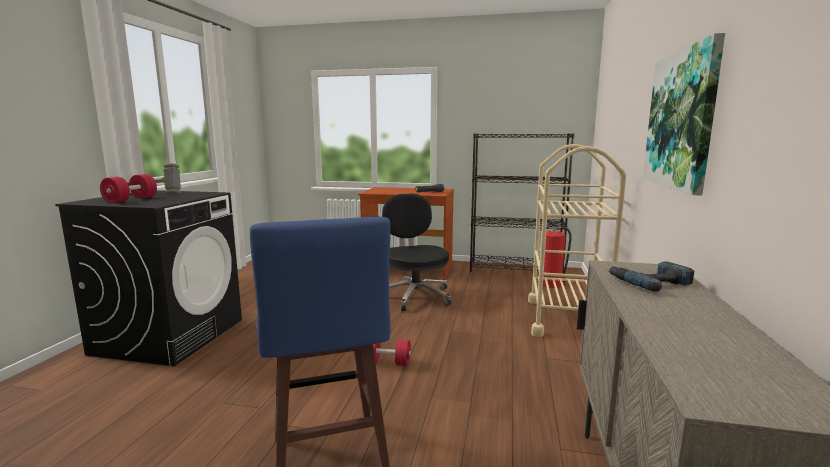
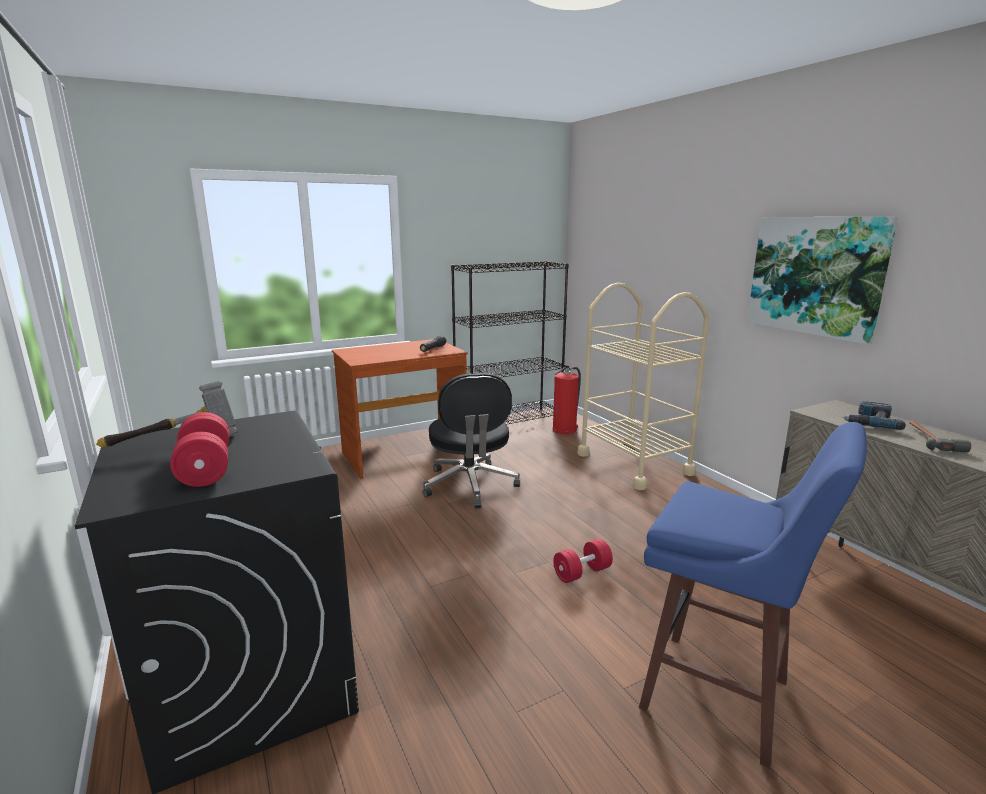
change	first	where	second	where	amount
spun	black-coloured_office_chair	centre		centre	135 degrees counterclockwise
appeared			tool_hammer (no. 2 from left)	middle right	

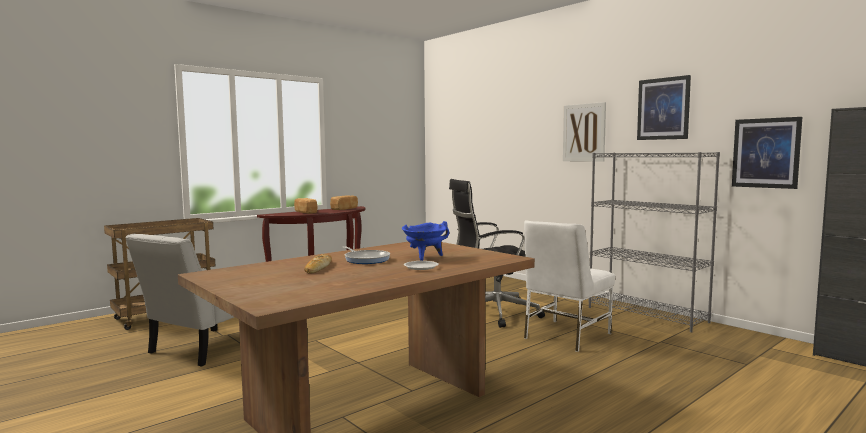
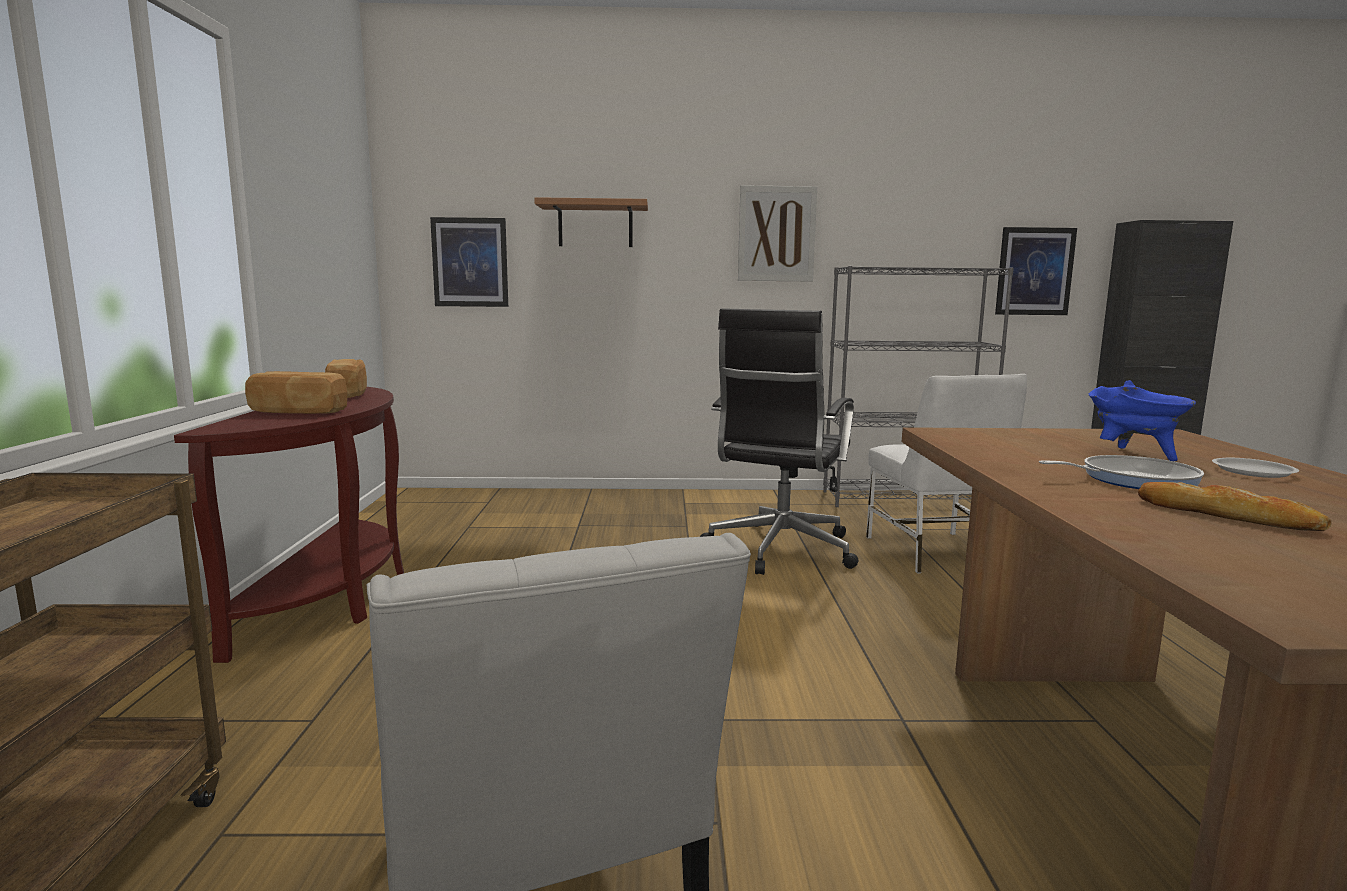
change	first	where	second	where	amount
relocated	wall_art (no. 2 from left in the first image)	top right	wall_art (no. 1 from left)	top centre	
appeared			bracket_shelf	top centre	

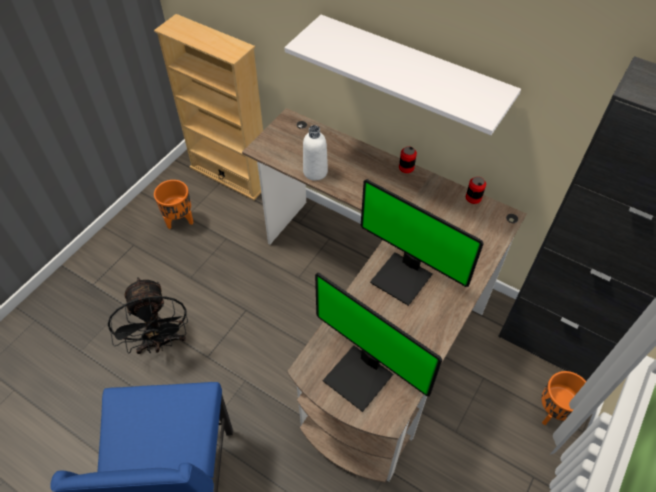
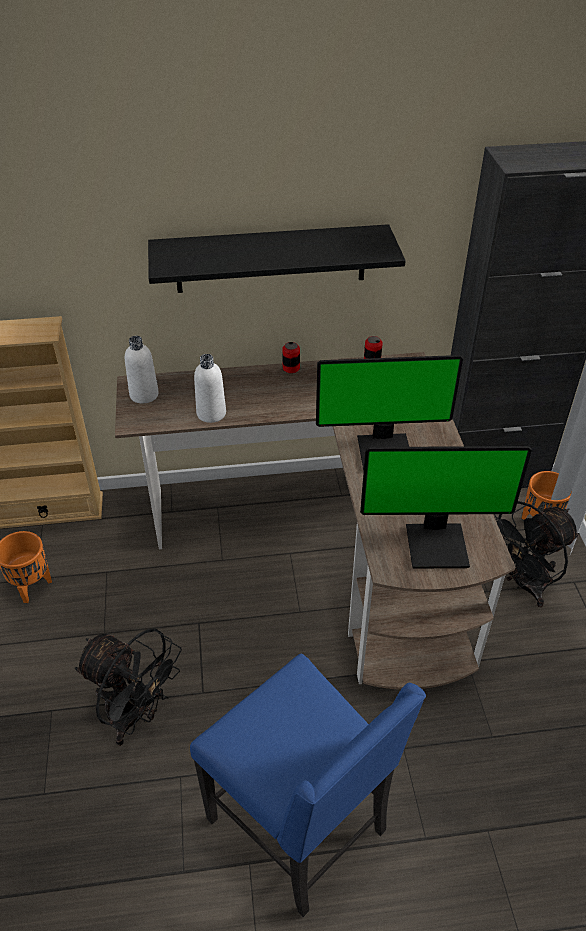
change	first	where	second	where	amount
appeared			white_drink_bottle (no. 1 from left)	middle left	
colour	white_bracket_shelf	top centre	black-coloured_bracket_shelf	top centre	
appeared			black-coloured_fan (no. 2 from left)	middle right	

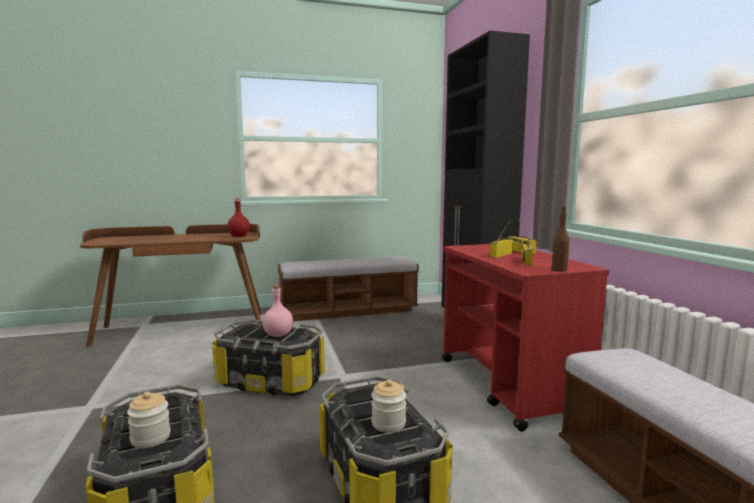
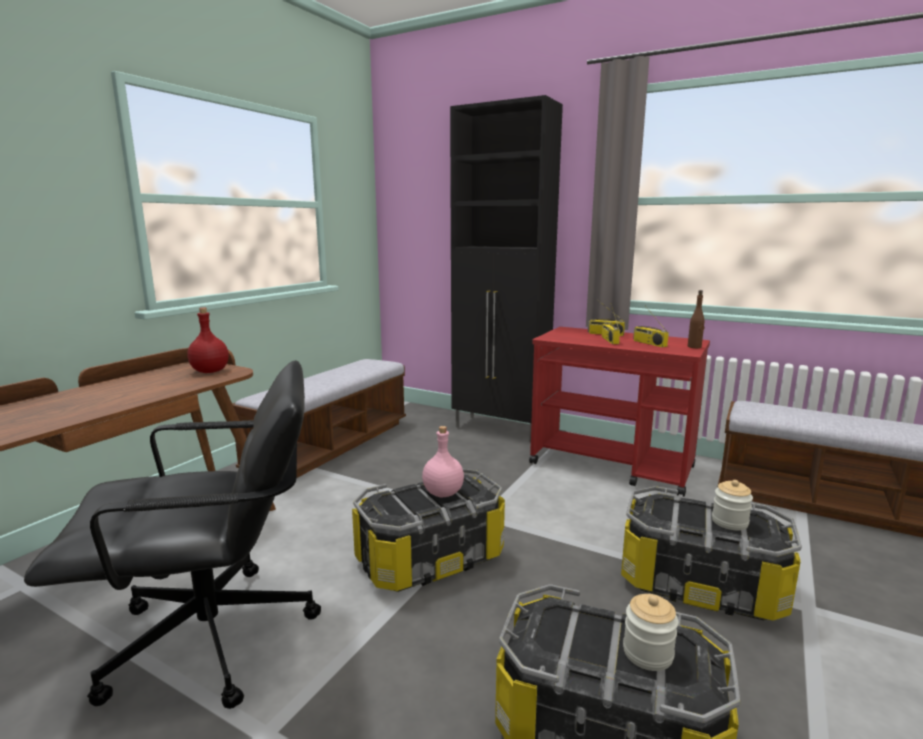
change	first	where	second	where	amount
appeared			black-coloured_office_chair	bottom left	

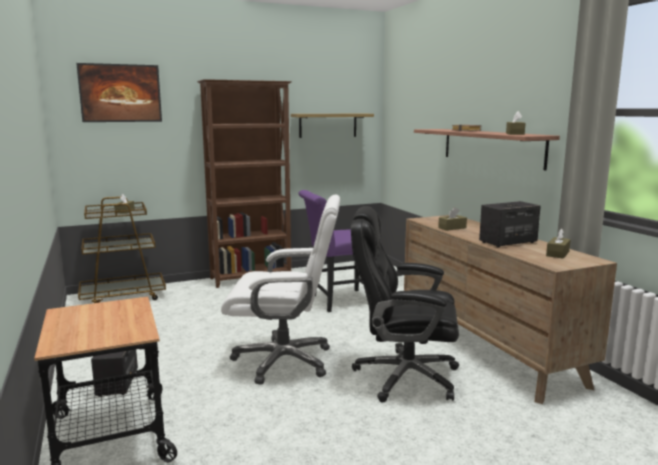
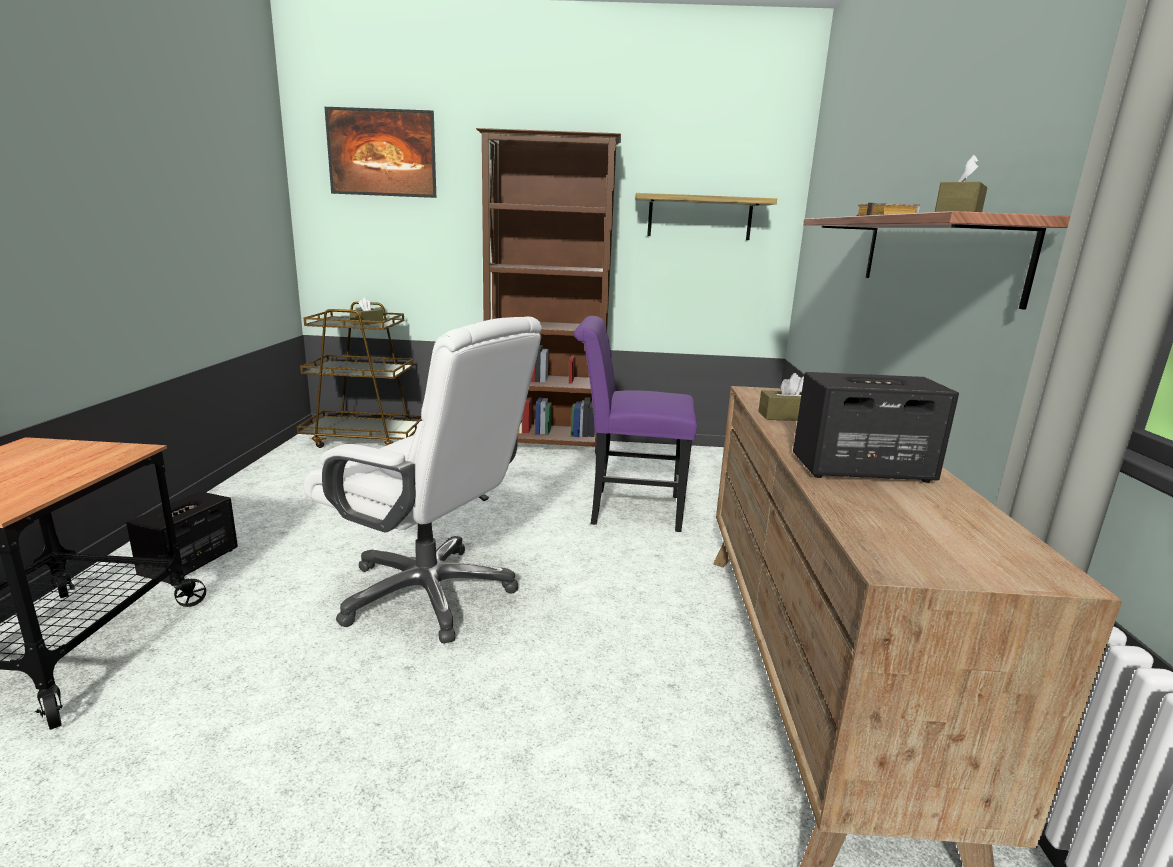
change	first	where	second	where	amount
missing	black-coloured_office_chair	centre			
missing	brownish_tissue_box (no. 4 from left)	middle right			

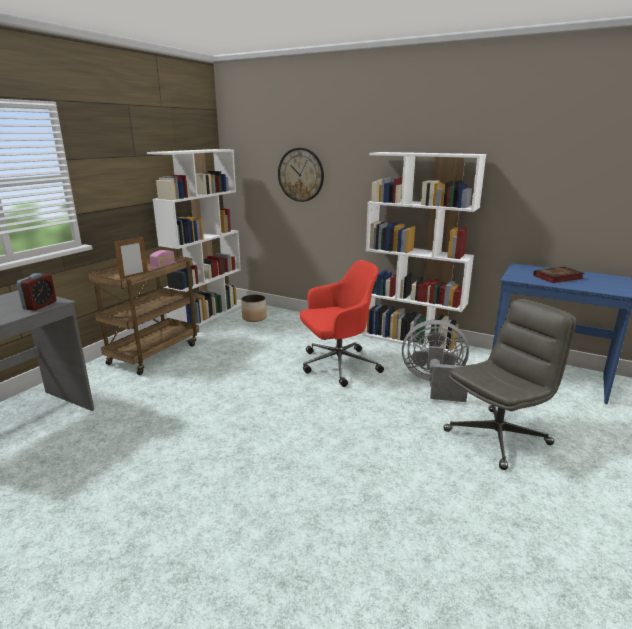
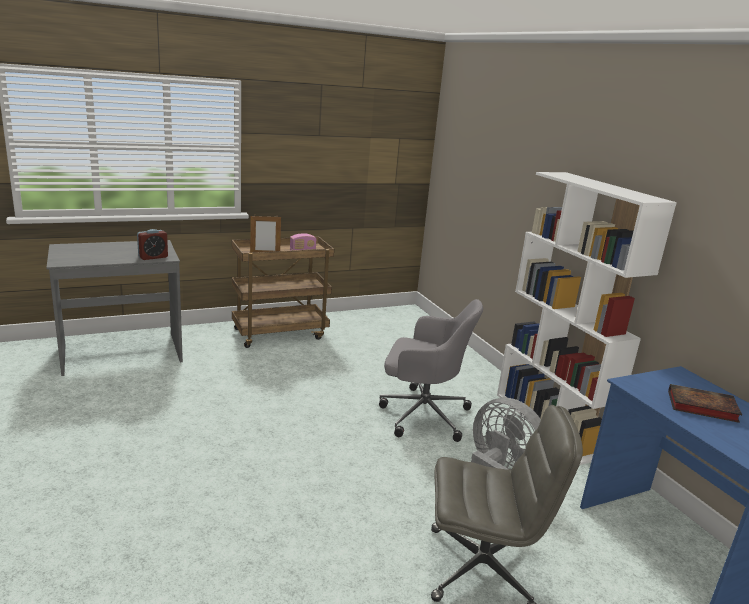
change	first	where	second	where	amount
colour	reddish_office_chair	centre	gray_office_chair (no. 1 from left)	centre	
missing	white_bookshelf (no. 1 from left)	middle left			
missing	plant_pot	centre			
missing	clock_on_the_wall	top centre			

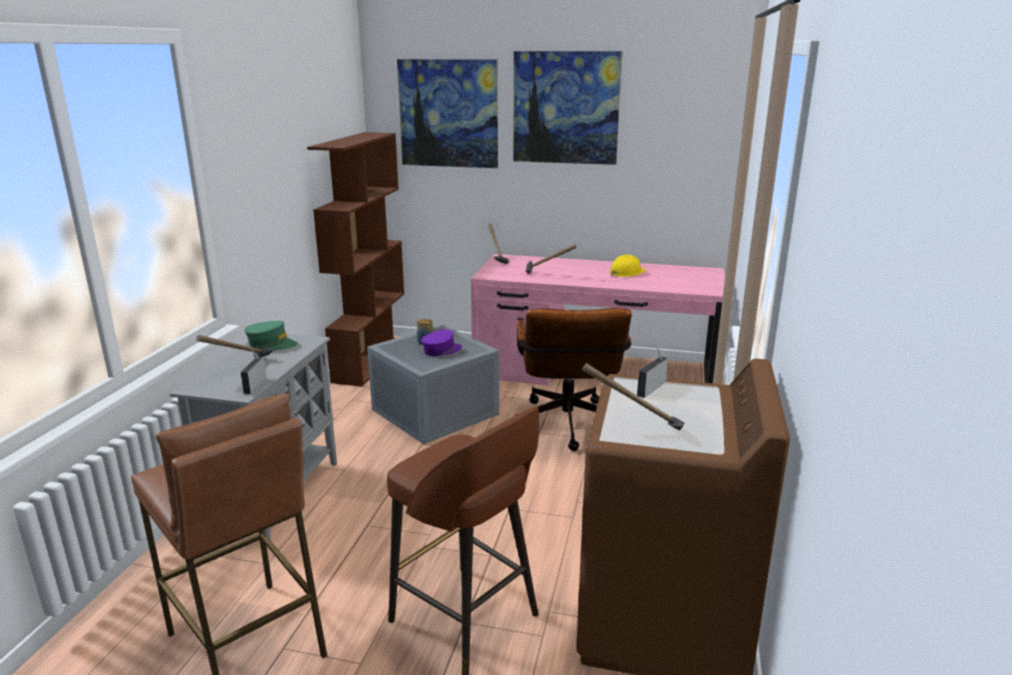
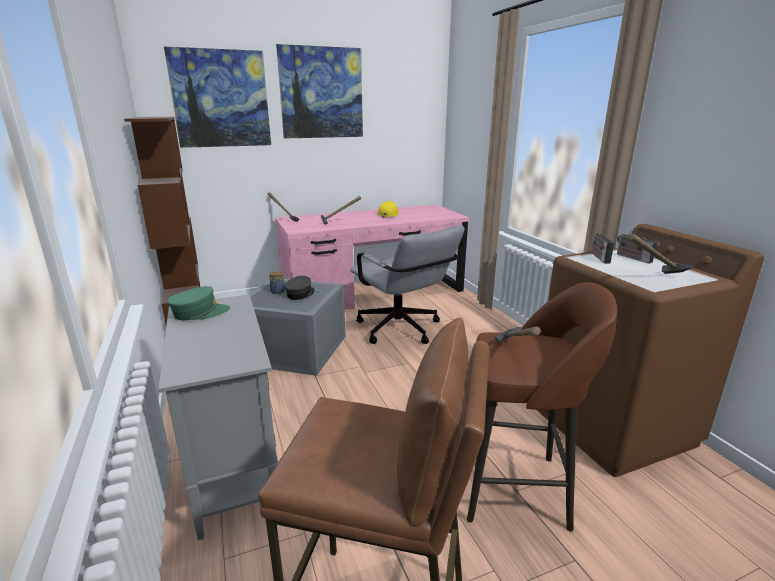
change	first	where	second	where	amount
colour	purple_baseball_cap	centre	gray_baseball_cap	centre	
colour	brownish_office_chair	centre	gray_office_chair	centre	
relocated	tool_hammer (no. 1 from left in the first image)	middle left	tool_hammer (no. 3 from left)	middle right	
relocated	radio (no. 1 from left in the first image)	middle left	radio (no. 2 from left)	middle right	

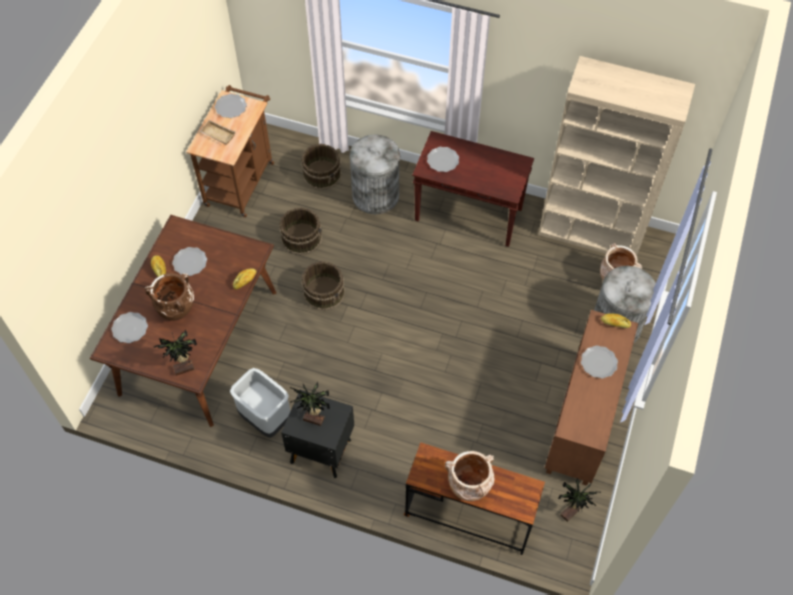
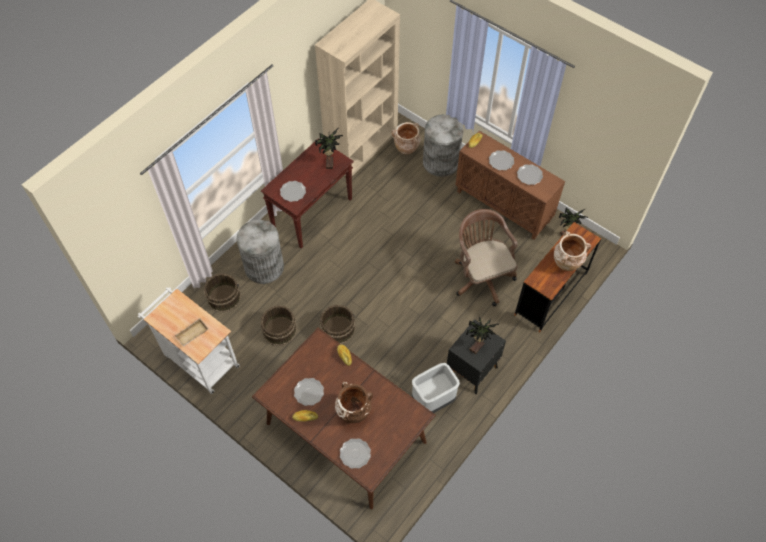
change	first	where	second	where	amount
colour	brownish_cart	top left	white_cart	middle left	
relocated	houseplant (no. 1 from left)	middle left		top centre	
appeared			brownish_office_chair	centre	
relocated	flat_dish (no. 3 from left in the first image)	top left	flat_dish (no. 5 from left)	top right	

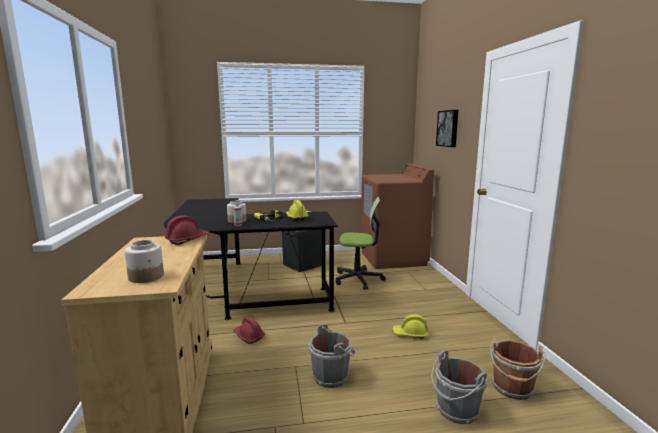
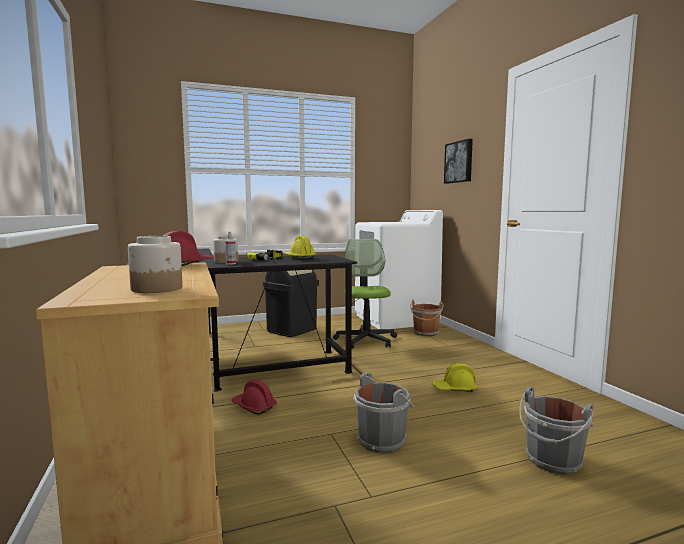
change	first	where	second	where	amount
spun	office_chair	centre		centre	90 degrees counterclockwise
colour	brownish_laundry_machine	centre	white_laundry_machine	centre	
relocated	brownish_bucket	bottom right		centre	

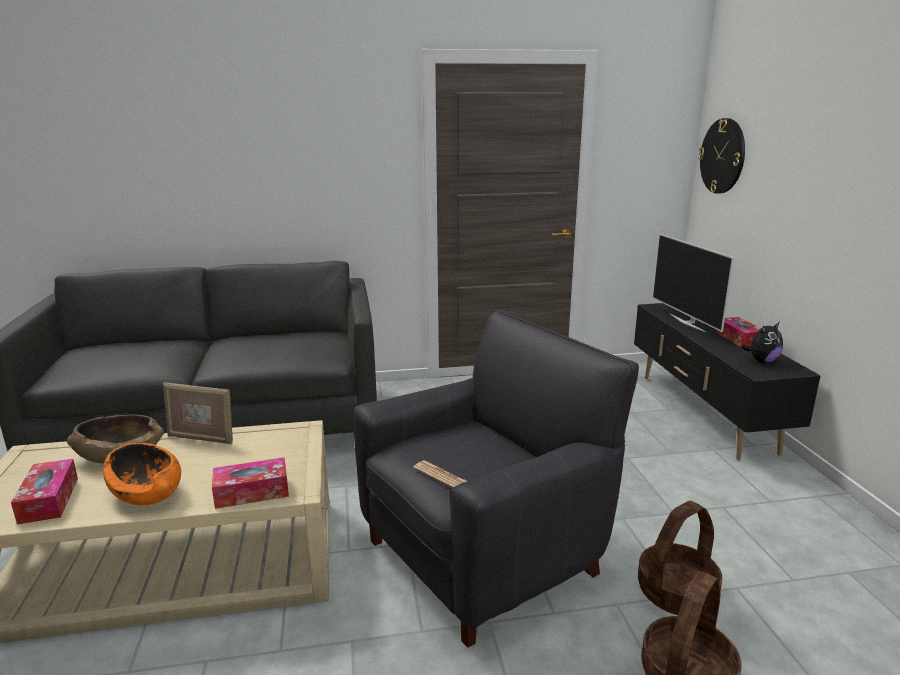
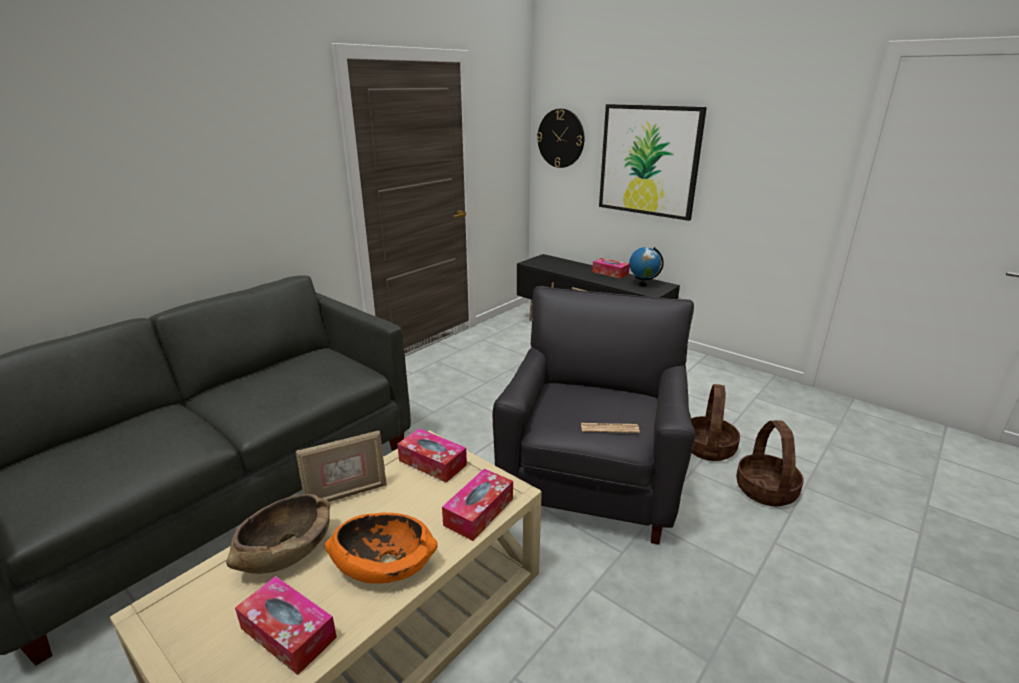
change	first	where	second	where	amount
appeared			tissue_box (no. 2 from left)	centre	
appeared			wall_art	top centre	
exchanged	cuddly_toy	middle right	globe	centre	
missing	TV_set	middle right			

